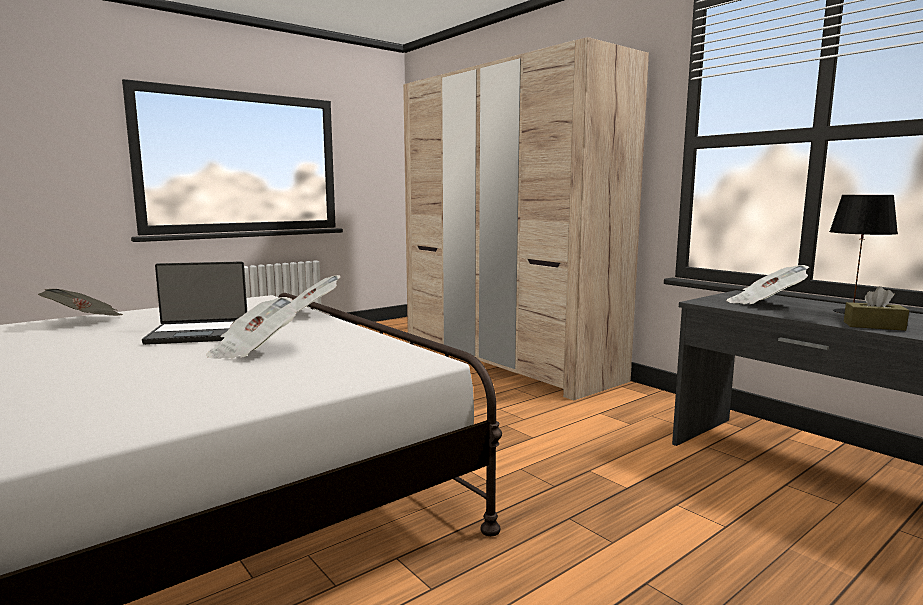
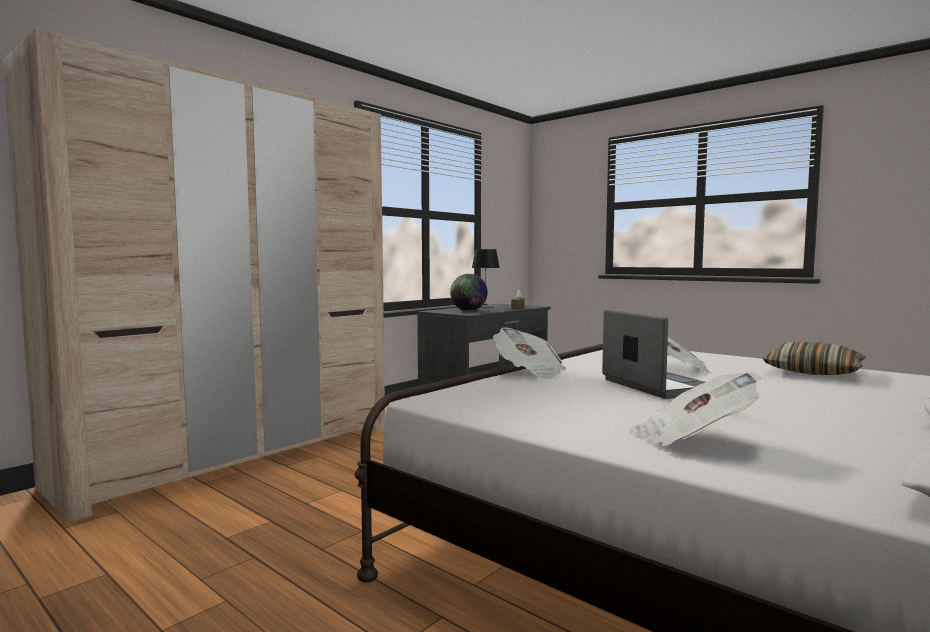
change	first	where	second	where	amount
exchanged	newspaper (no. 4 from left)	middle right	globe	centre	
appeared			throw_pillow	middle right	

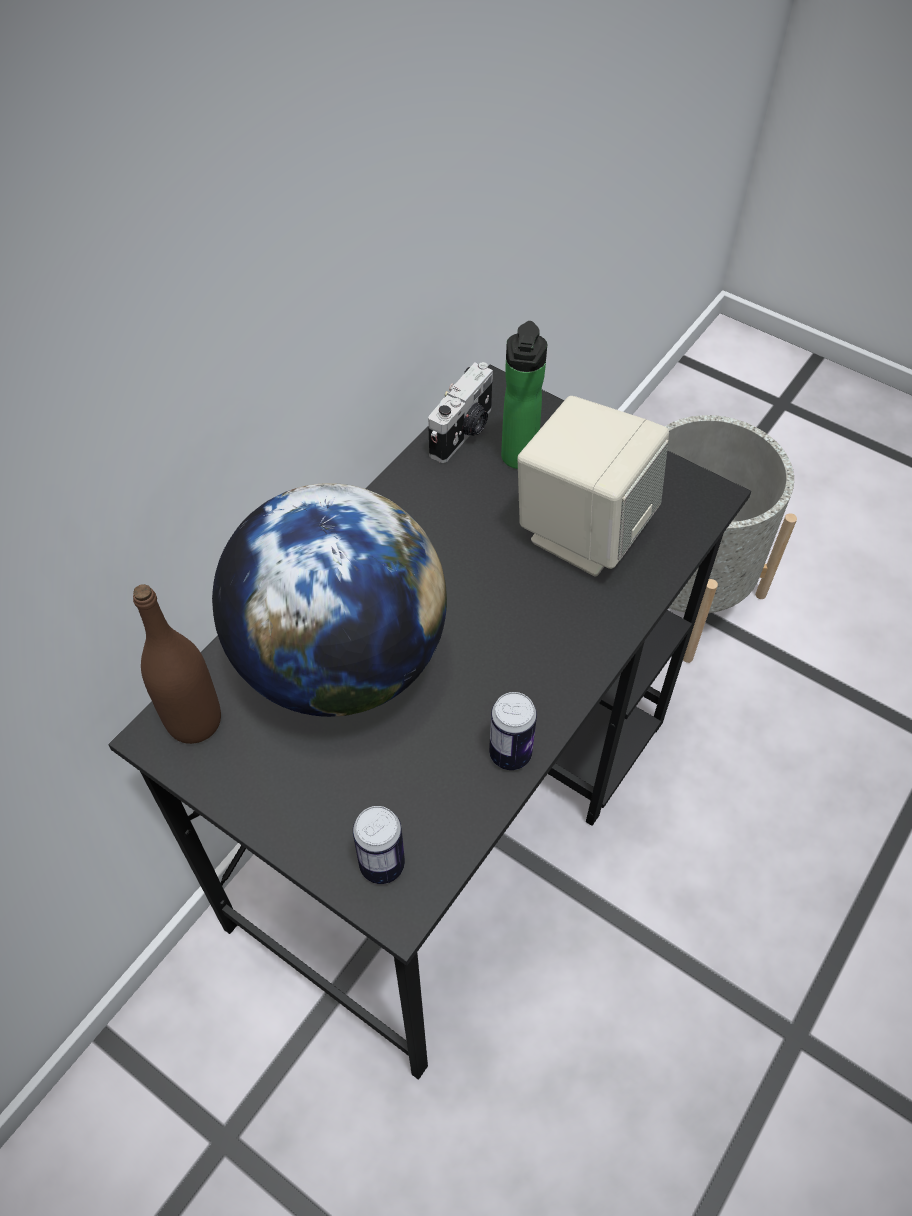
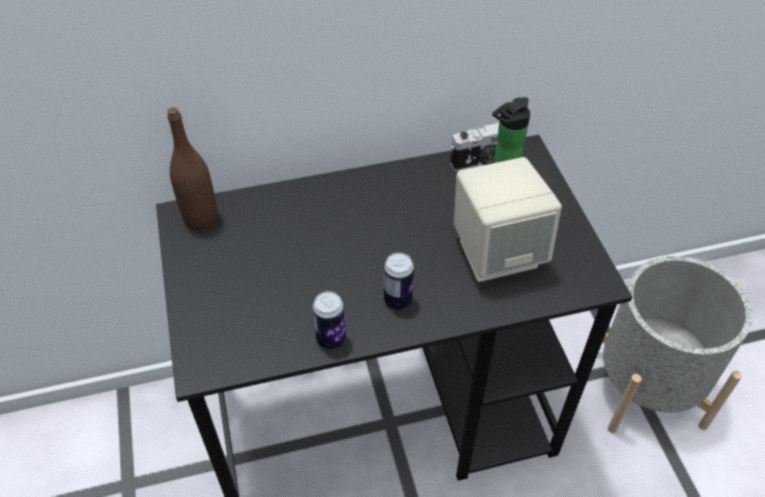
change	first	where	second	where	amount
relocated	can (no. 1 from left in the first image)	bottom centre	can (no. 2 from left)	centre	
missing	globe	centre			

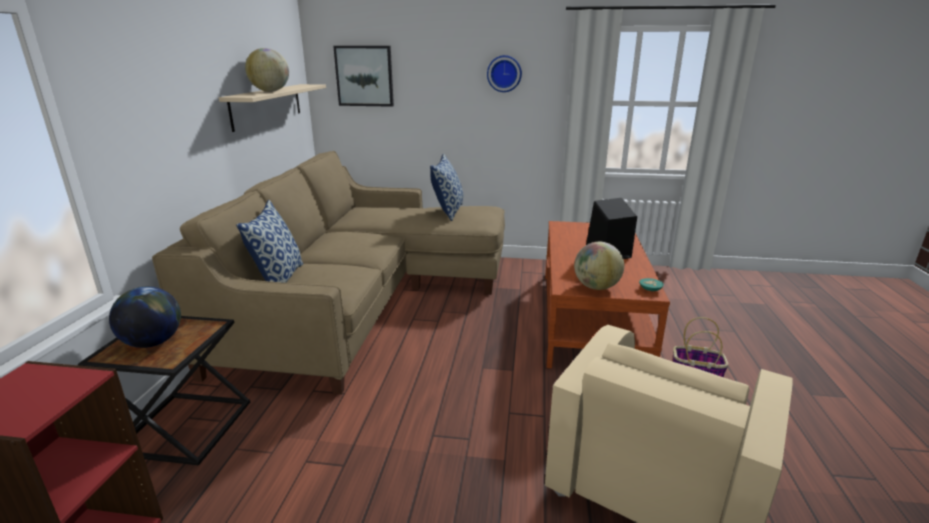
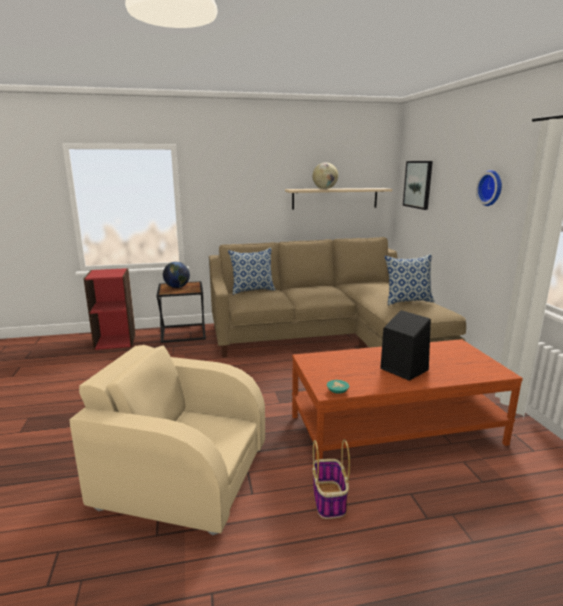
change	first	where	second	where	amount
missing	globe (no. 3 from left)	centre			

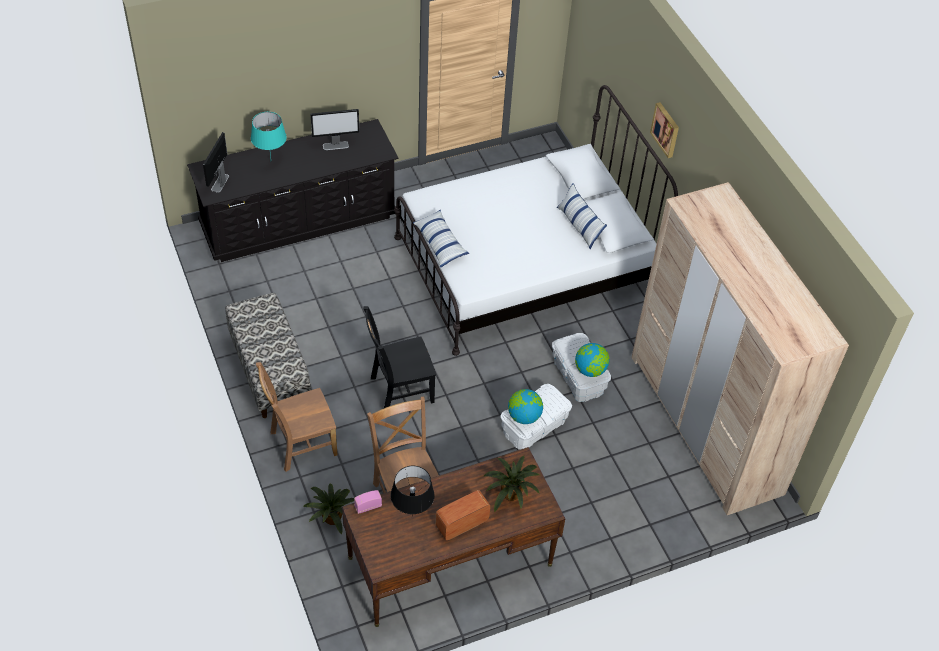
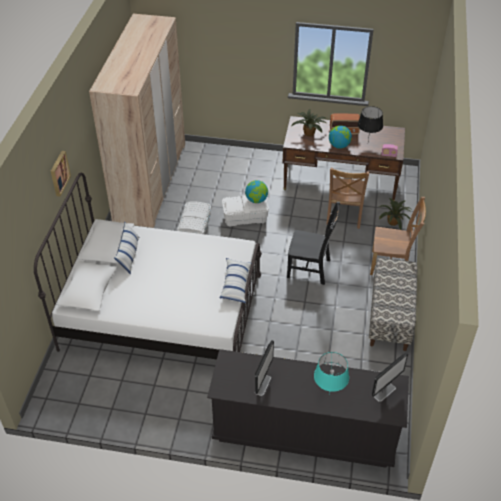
change	first	where	second	where	amount
spun	computer_screen (no. 2 from left in the first image)	top centre	computer_screen (no. 1 from left)	bottom centre	90 degrees clockwise
relocated	globe (no. 2 from left)	centre		top right	

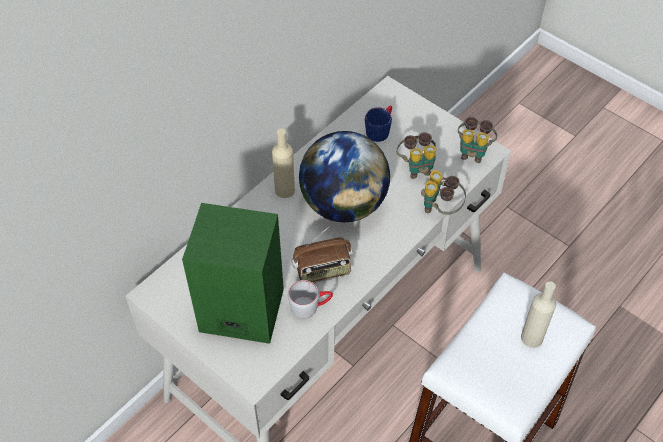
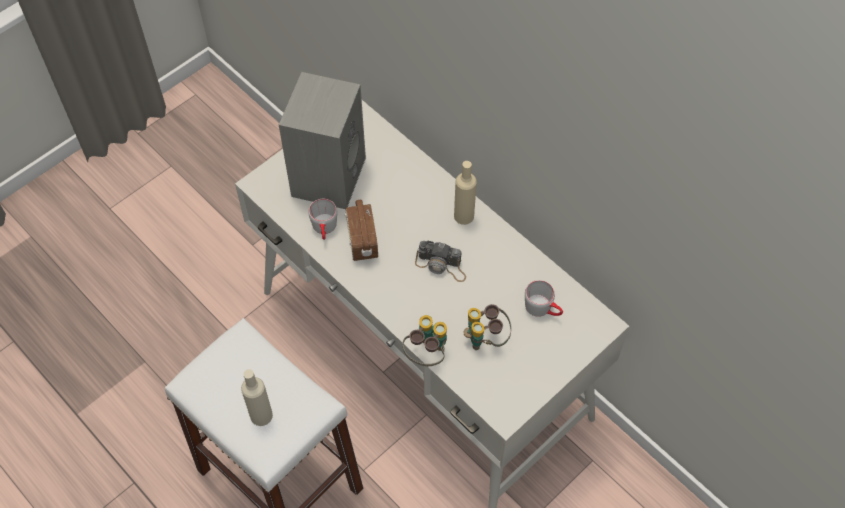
change	first	where	second	where	amount
colour	green_audio_speaker	centre	gray_audio_speaker	top centre	
exchanged	globe	centre	photo_camera	centre	
colour	blue-coloured_tea_mug	top centre	gray_tea_mug (no. 2 from left)	centre	
missing	binoculars (no. 3 from left)	top right			

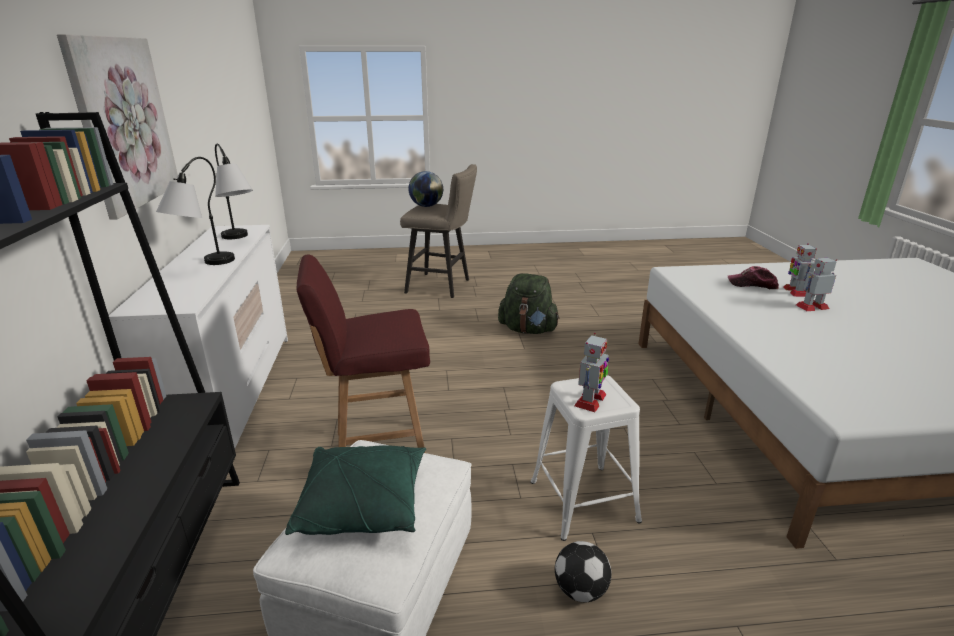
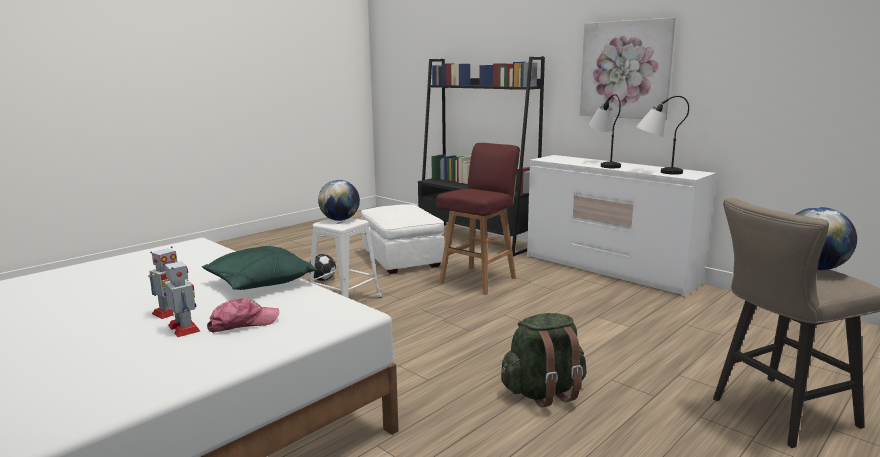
change	first	where	second	where	amount
relocated	green_throw_pillow	bottom centre		middle left	
exchanged	toy_robot (no. 1 from left)	centre	globe (no. 1 from left)	centre	

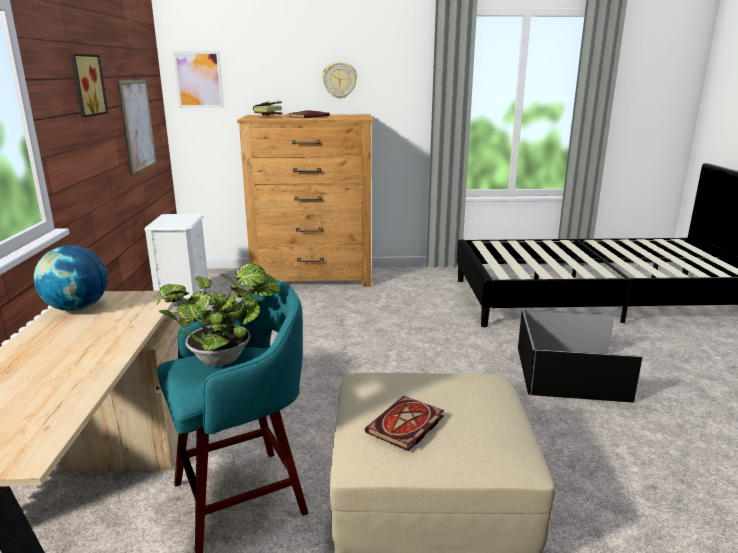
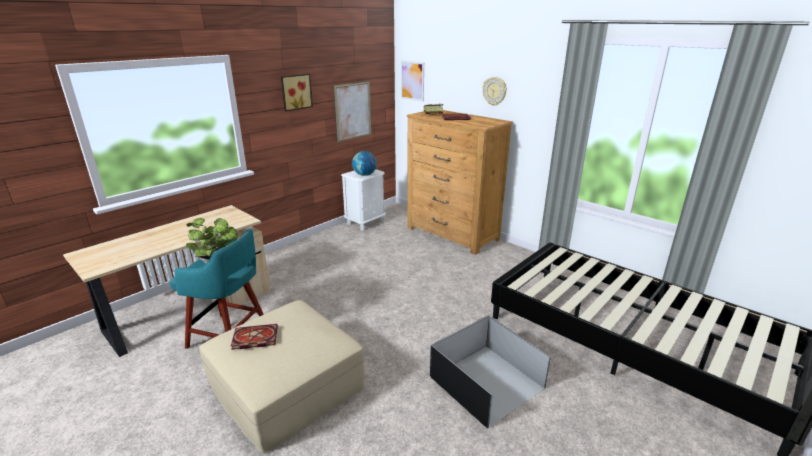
change	first	where	second	where	amount
relocated	globe	middle left		centre	

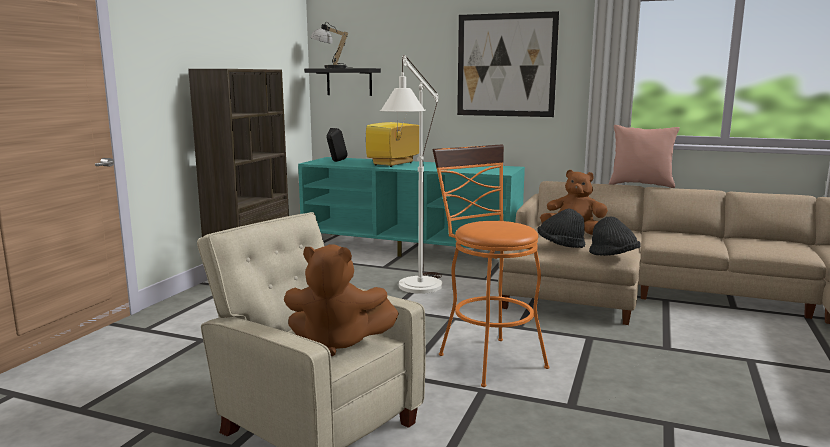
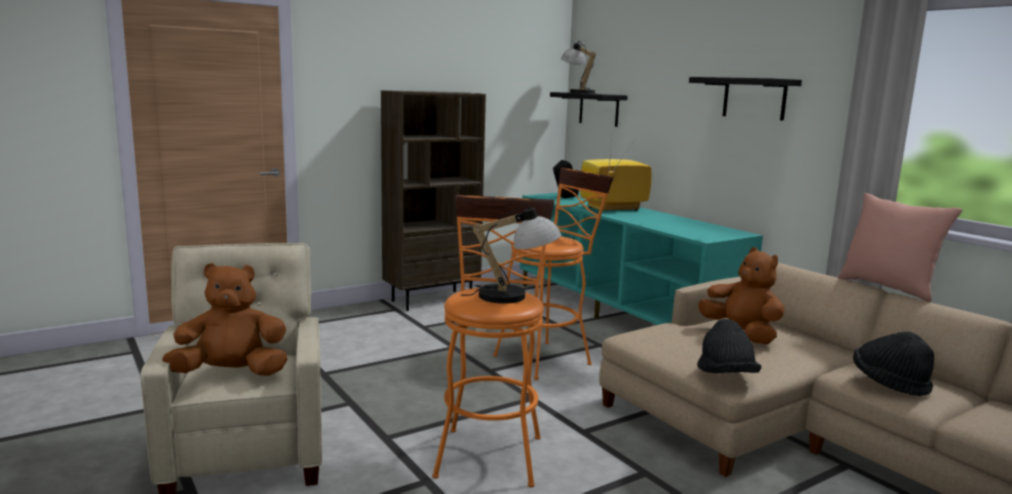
change	first	where	second	where	amount
spun	brownish_cuddly_toy (no. 1 from left)	bottom centre		middle left	120 degrees clockwise
appeared			tabletop_lamp (no. 1 from left)	centre	
exchanged	white_floor_lamp	centre	orange_stool_seat (no. 2 from left)	centre	
exchanged	wall_art	top centre	black-coloured_bracket_shelf (no. 2 from left)	top right	
relocated	black-coloured_clothing_hat (no. 1 from left in the first image)	middle right	black-coloured_clothing_hat (no. 2 from left)	bottom right	

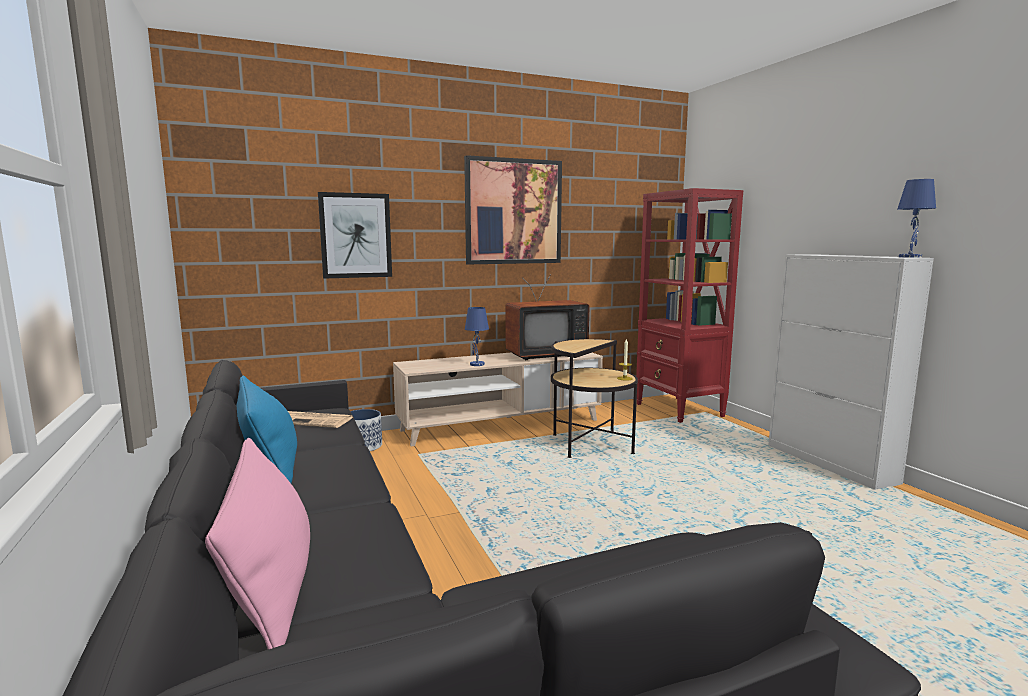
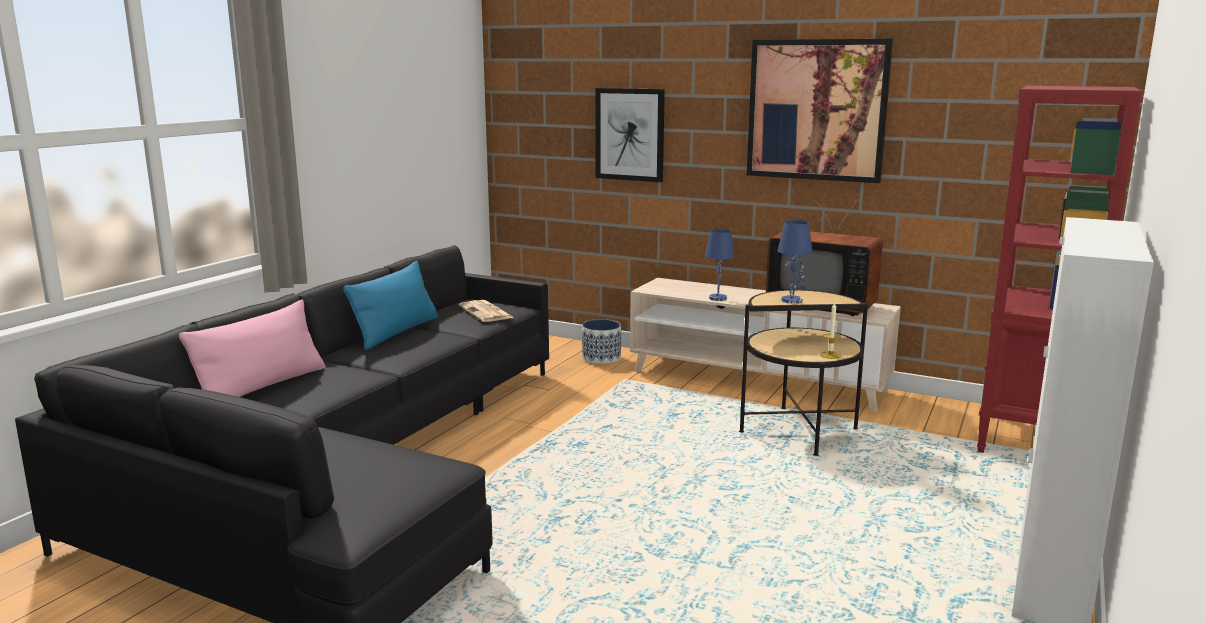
change	first	where	second	where	amount
relocated	blue-coloured_tabletop_lamp (no. 2 from left)	top right		centre	

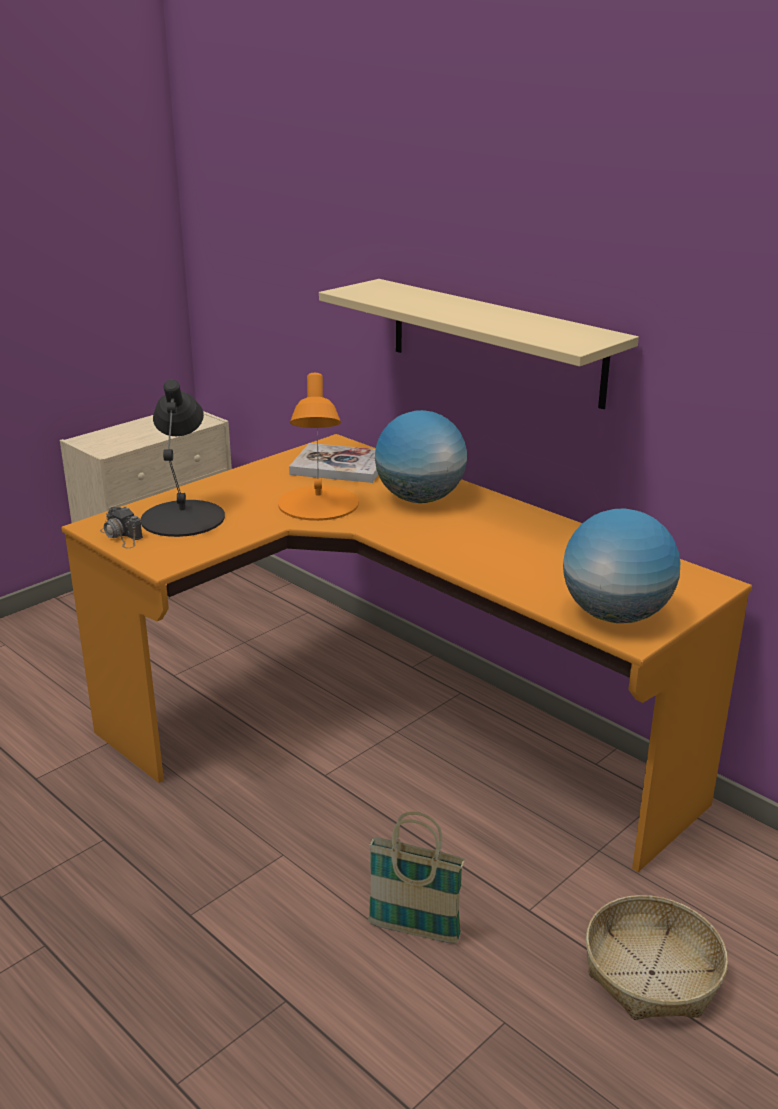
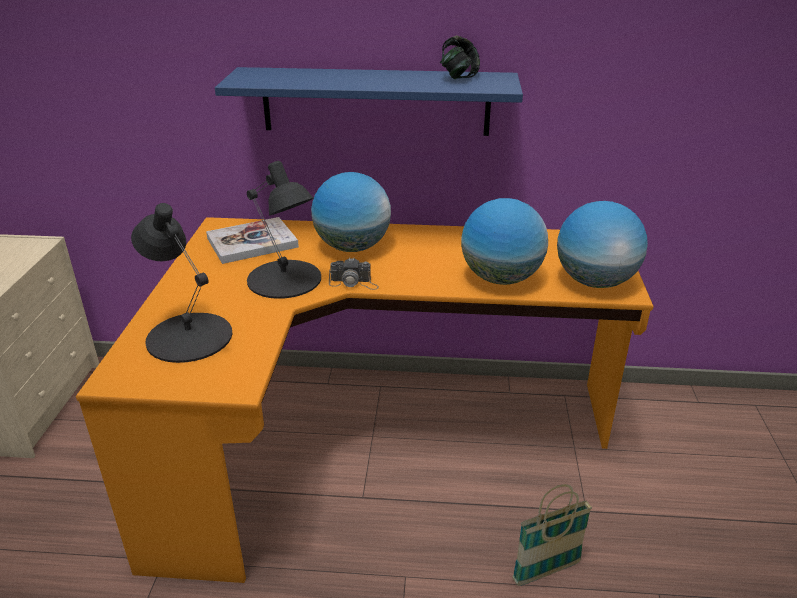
change	first	where	second	where	amount
colour	beige_bracket_shelf	top centre	blue-coloured_bracket_shelf	top centre	
colour	orange_tabletop_lamp	centre	black-coloured_tabletop_lamp (no. 2 from left)	centre	
relocated	photo_camera	middle left		centre	
appeared			headphones	top centre	
appeared			globe (no. 2 from left)	centre	
missing	basket (no. 2 from left)	bottom right			

